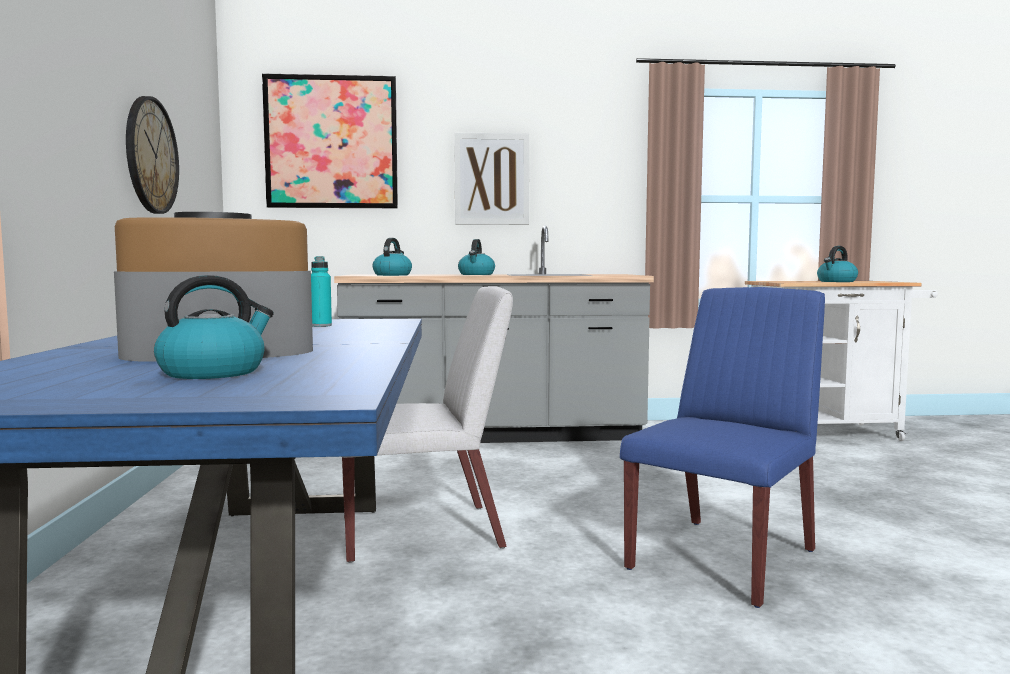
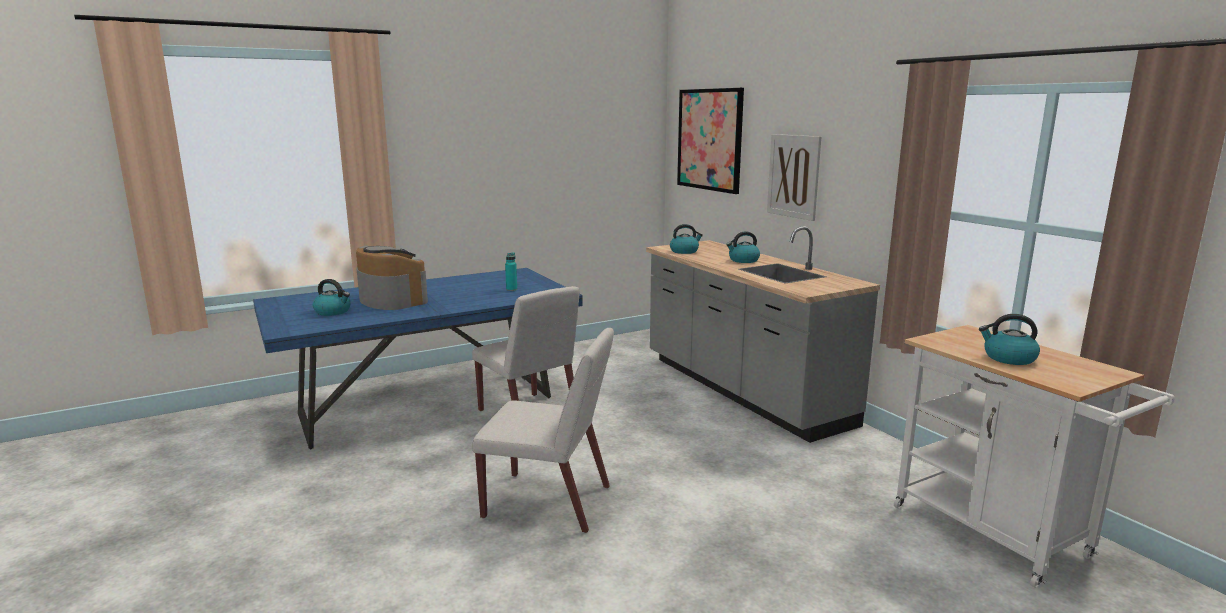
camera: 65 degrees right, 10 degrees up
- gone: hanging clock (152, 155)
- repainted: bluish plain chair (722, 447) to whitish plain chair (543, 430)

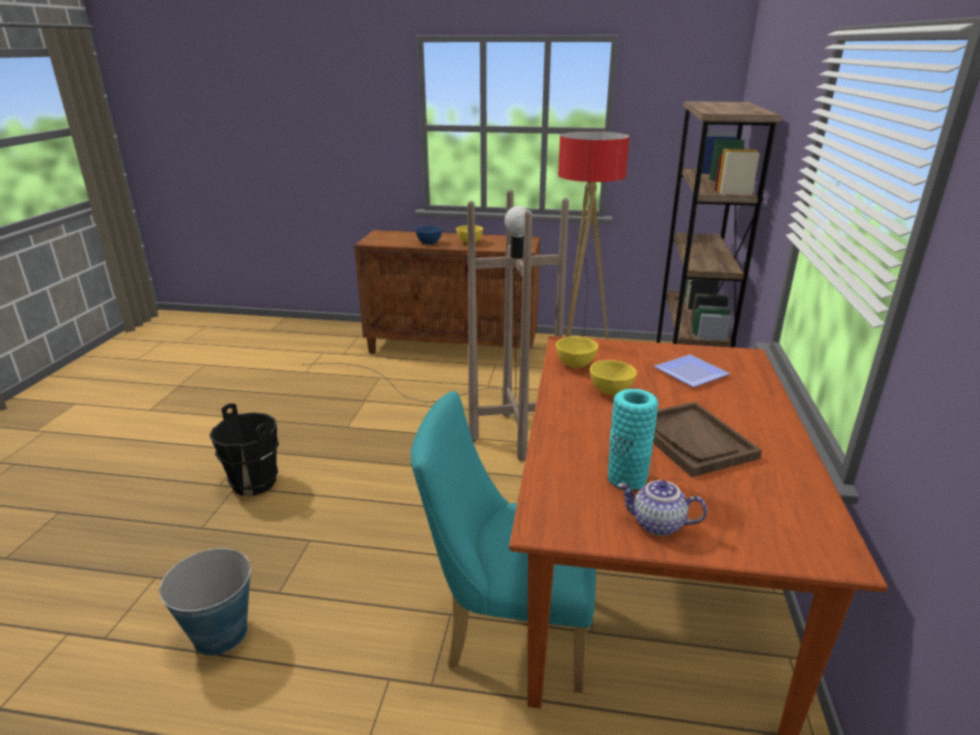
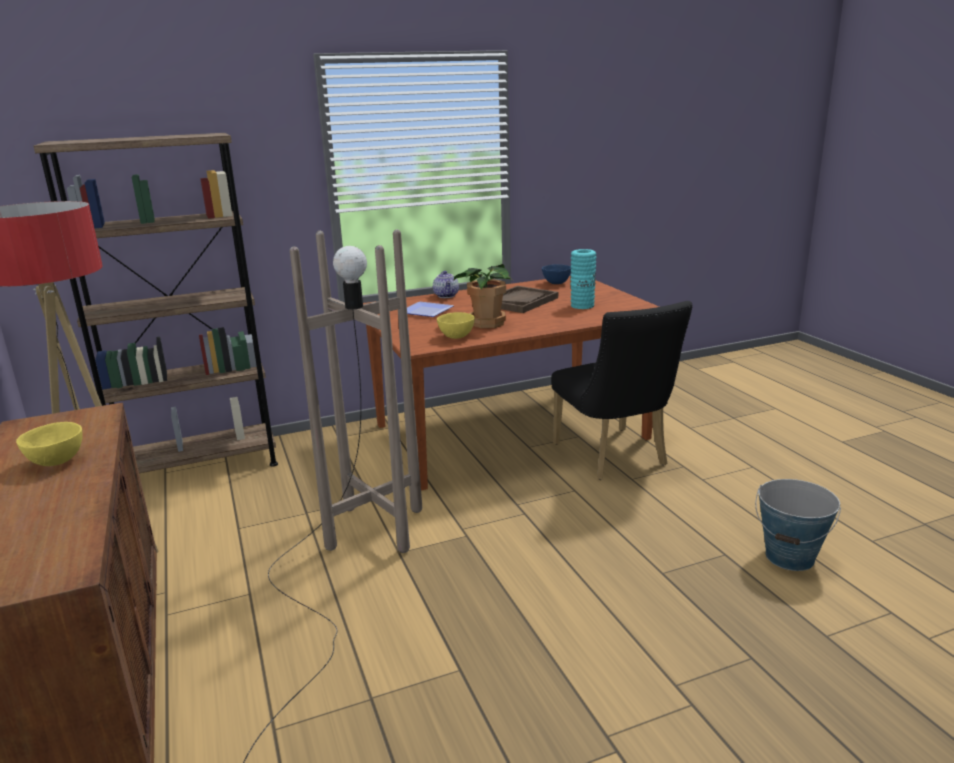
camera: 120 degrees left, 5 degrees down
- gone: black-coloured water bucket (244, 449)
- shifted: bluish deep dish (428, 234) to (556, 274)
- shifted: pot for tea (662, 508) to (446, 284)
- swapped: yellow-coloured deep dish (613, 377) to plant in a pot (483, 296)
- repainted: turquoise-coloured plain chair (503, 542) to black-coloured plain chair (622, 390)

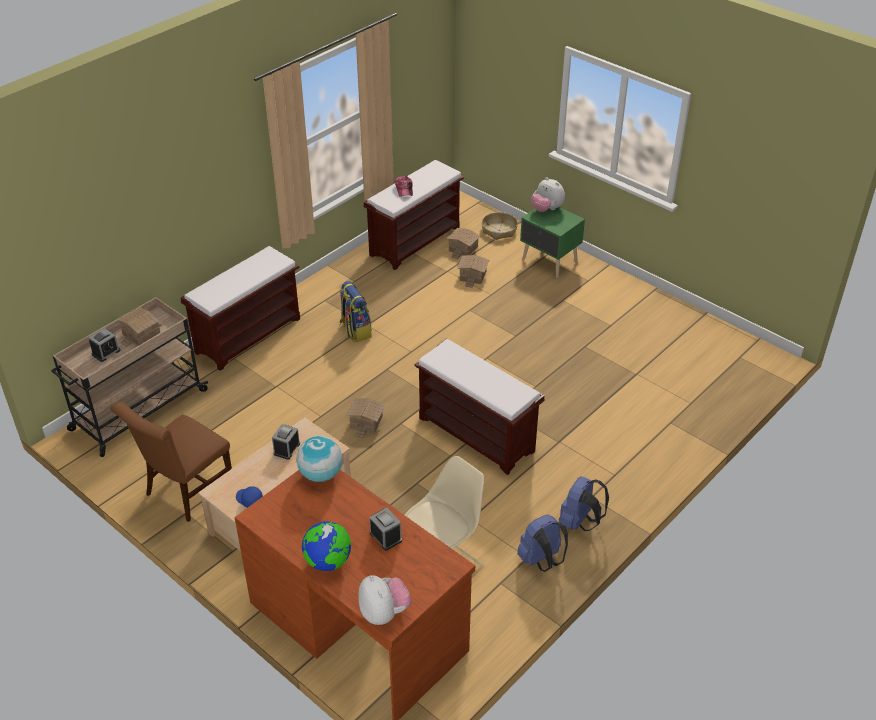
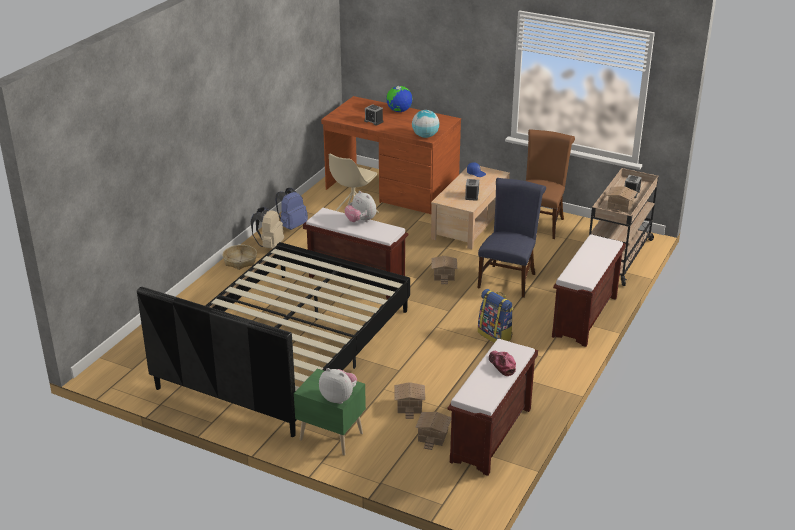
camera: 165 degrees right, 10 degrees down
- new: black-coloured bed (273, 339)
- new: bluish plain chair (512, 238)
- shifted: soft toy (385, 600) to (360, 206)
- shifted: household basket (500, 226) to (239, 257)
- repainted: bluish knapsack (584, 503) to sand-coloured knapsack (267, 228)

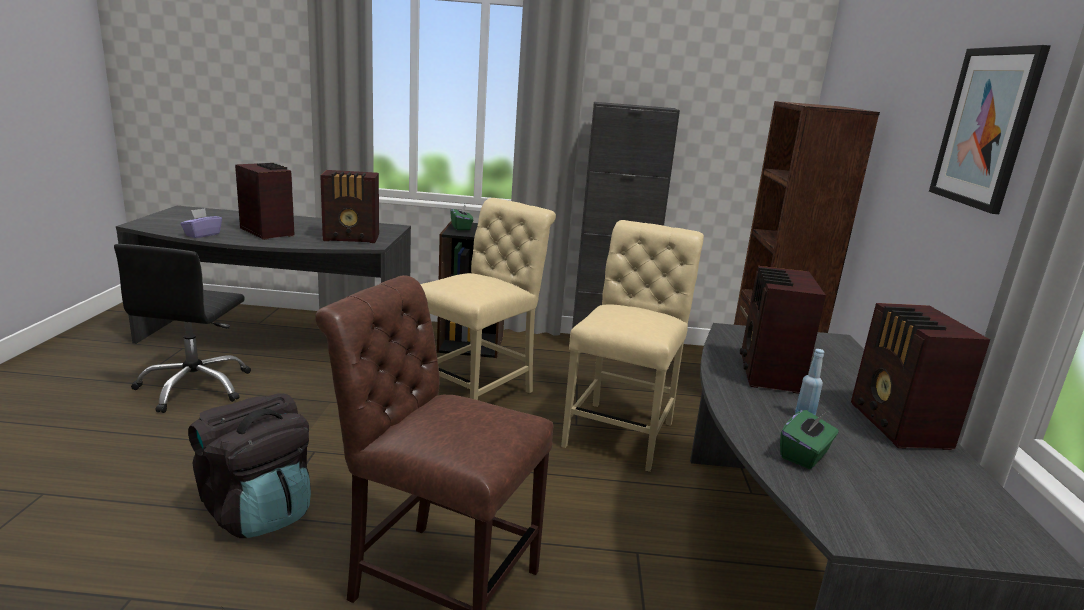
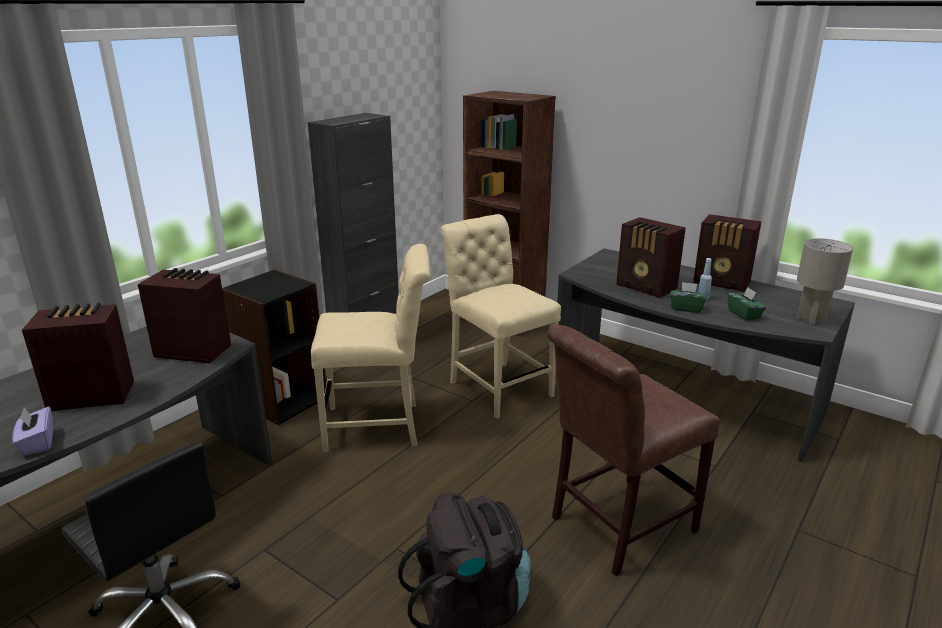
camera: 55 degrees left, 5 degrees up
- gone: wall picture (990, 129)
- new: gray table lamp (825, 281)
- shifted: greenish tissue box (461, 217) to (688, 297)
- rotated: radio set (349, 206) = (184, 315) 105 degrees counterclockwise
- rotated: sand-coloured plain chair (488, 299) = (370, 348) 105 degrees clockwise

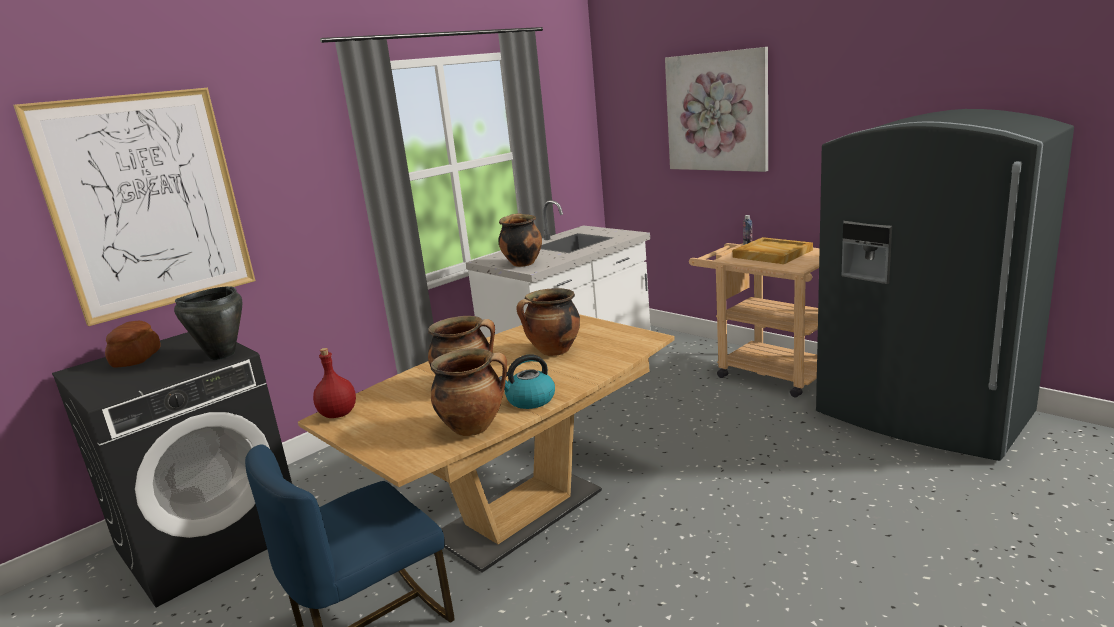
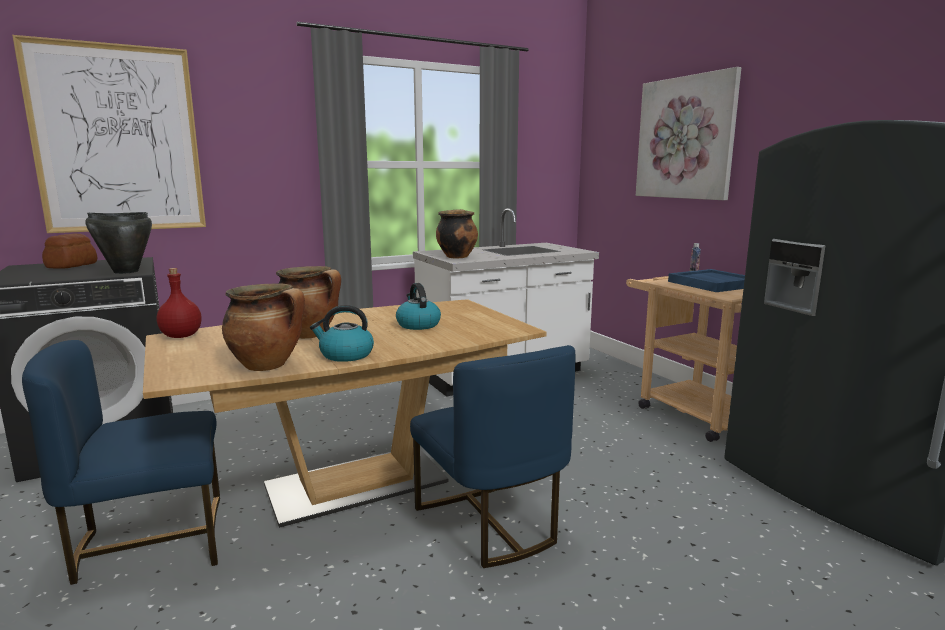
camera: 15 degrees right, 5 degrees down
- new: bluish plain chair (492, 456)
- swapped: saucepot (548, 322) to water kettle (418, 306)
- repainted: sand-coloured serving tray (772, 250) to bluish serving tray (706, 280)

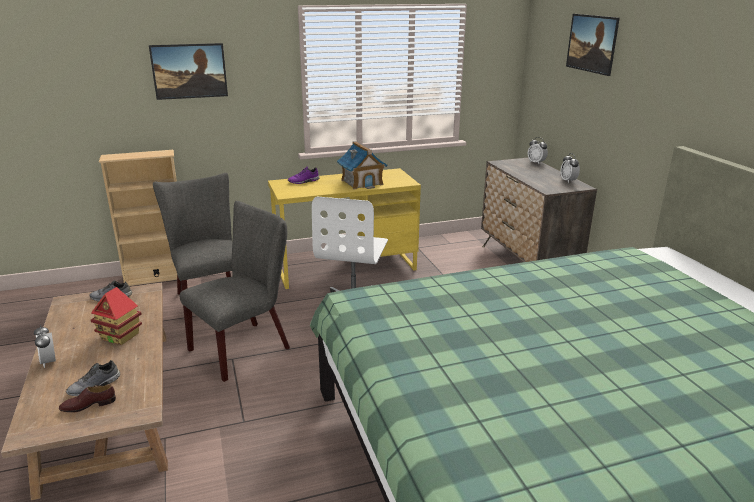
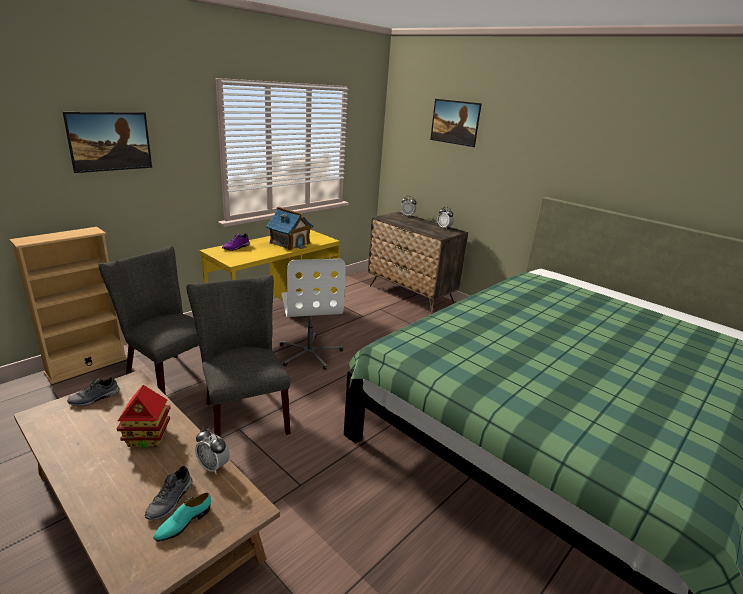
camera: 30 degrees left, 0 degrees up
- shifted: table clock (45, 346) to (212, 451)
- repainted: brown item of footwear (87, 399) to turquoise-coloured item of footwear (182, 517)
- rotated: gray plain chair (234, 291) = (238, 356) 45 degrees counterclockwise

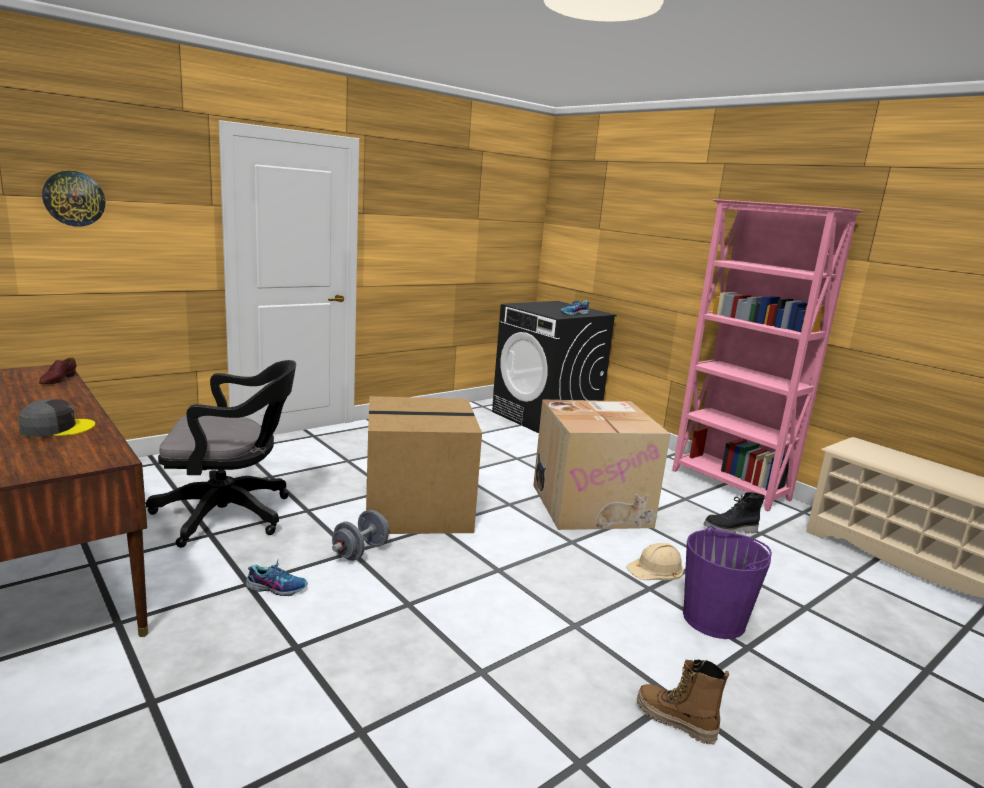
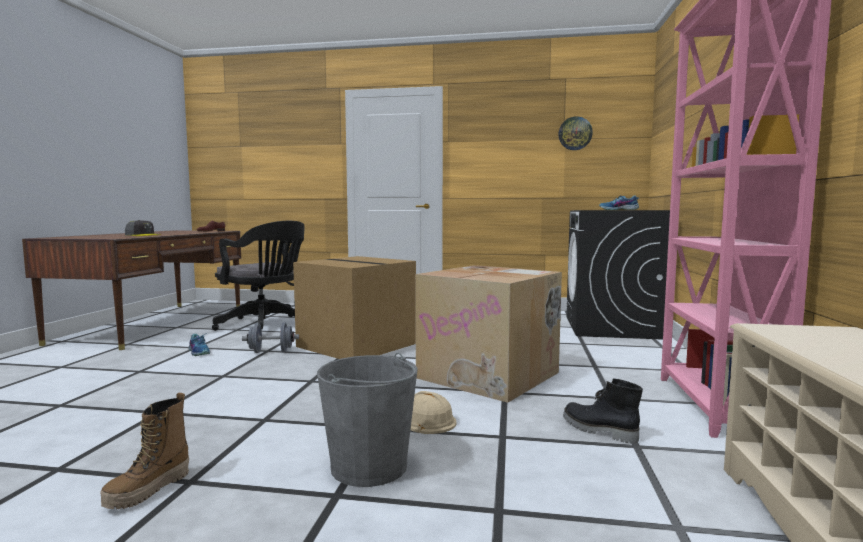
camera: 50 degrees right, 10 degrees down
- shifted: hanging clock (73, 199) to (575, 133)
- repainted: purplish water bucket (727, 582) to gray water bucket (367, 419)
- rotated: high-top boot (683, 701) = (144, 450) 150 degrees counterclockwise

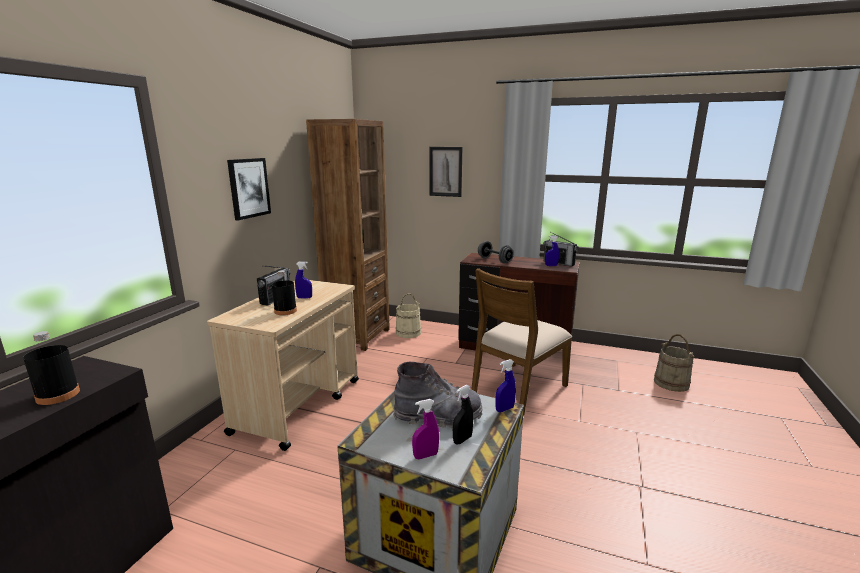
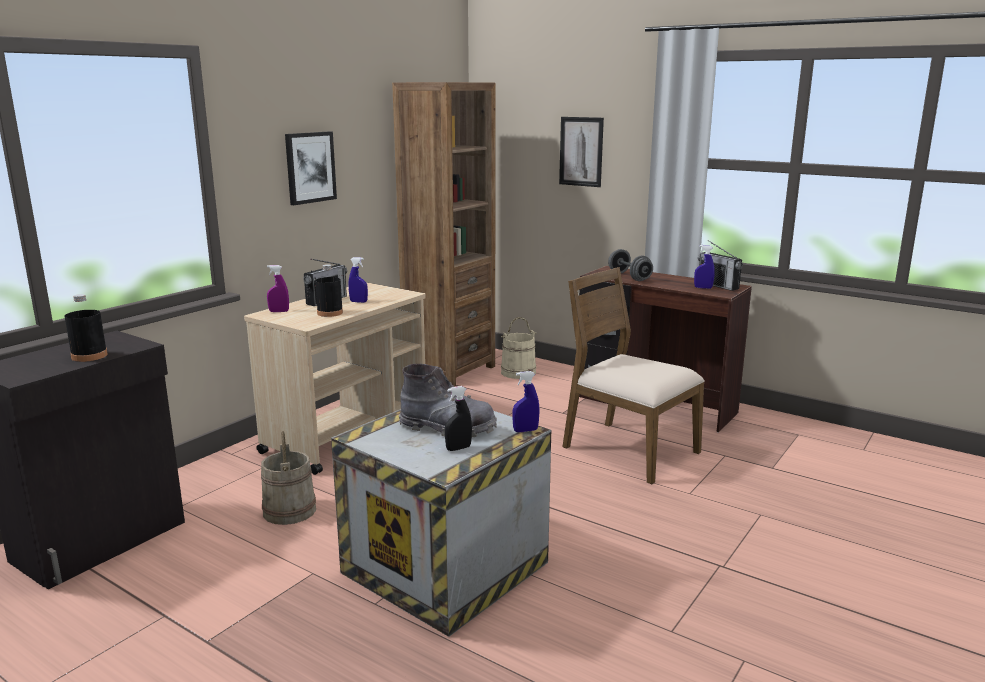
camera: 15 degrees right, 0 degrees up
- shifted: purplish hand sprayer (425, 429) to (278, 288)
- shifted: sand-coloured water bucket (674, 363) to (288, 478)
- rotated: brown plain chair (521, 342) = (633, 375) 75 degrees clockwise

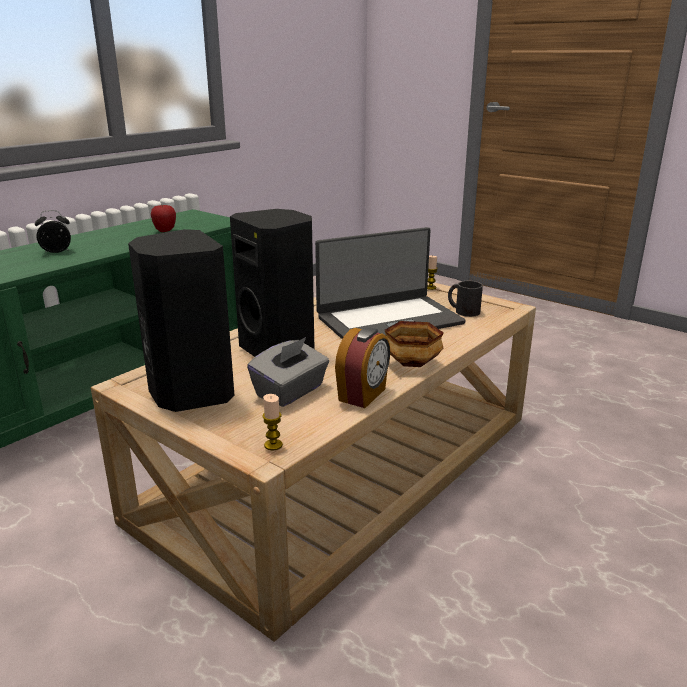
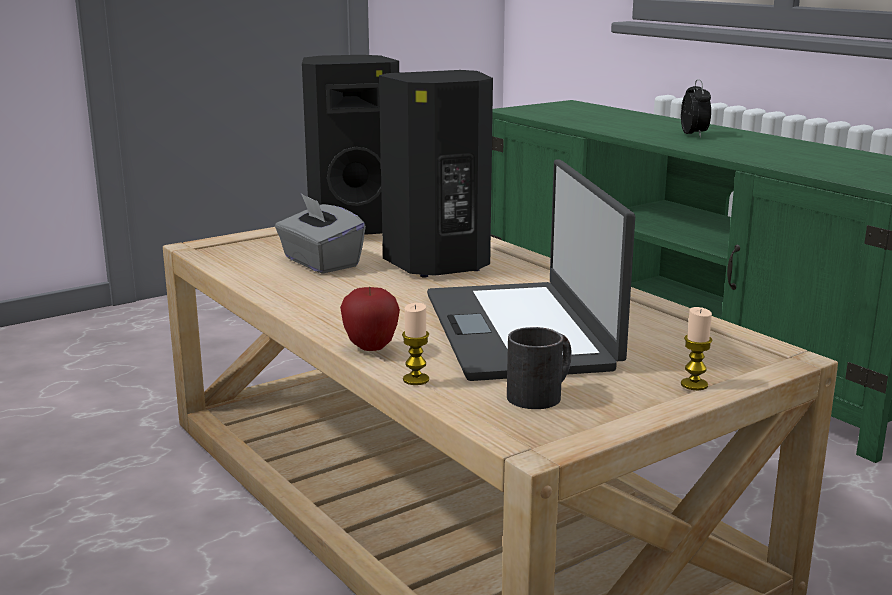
camera: 105 degrees right, 5 degrees down
- gone: table clock (362, 367)
- gone: deep dish (414, 344)
- shifted: whole apple (163, 218) to (370, 319)
- shifted: wax candle (272, 422) to (415, 344)

